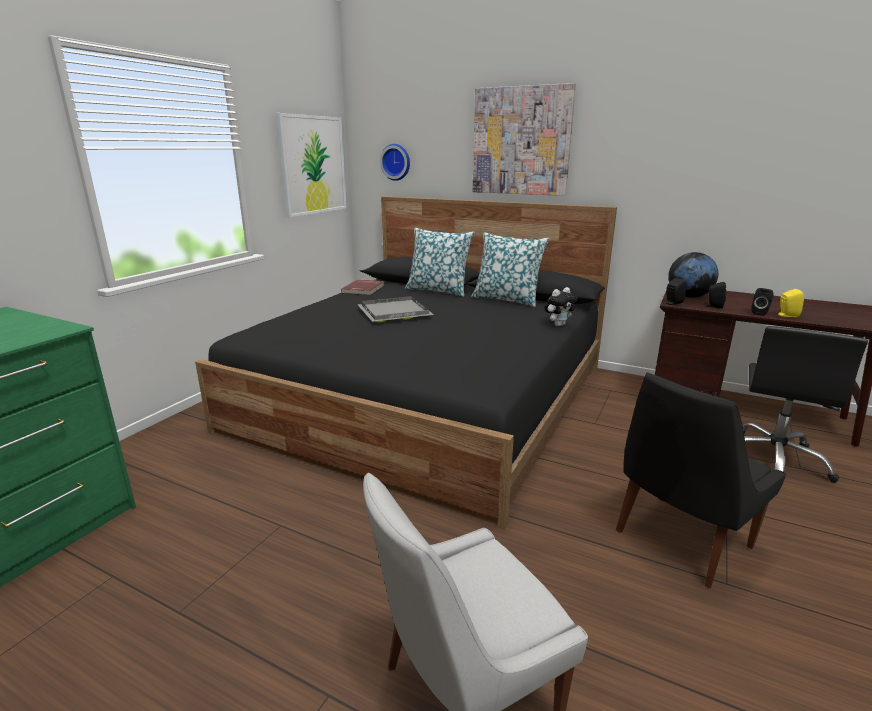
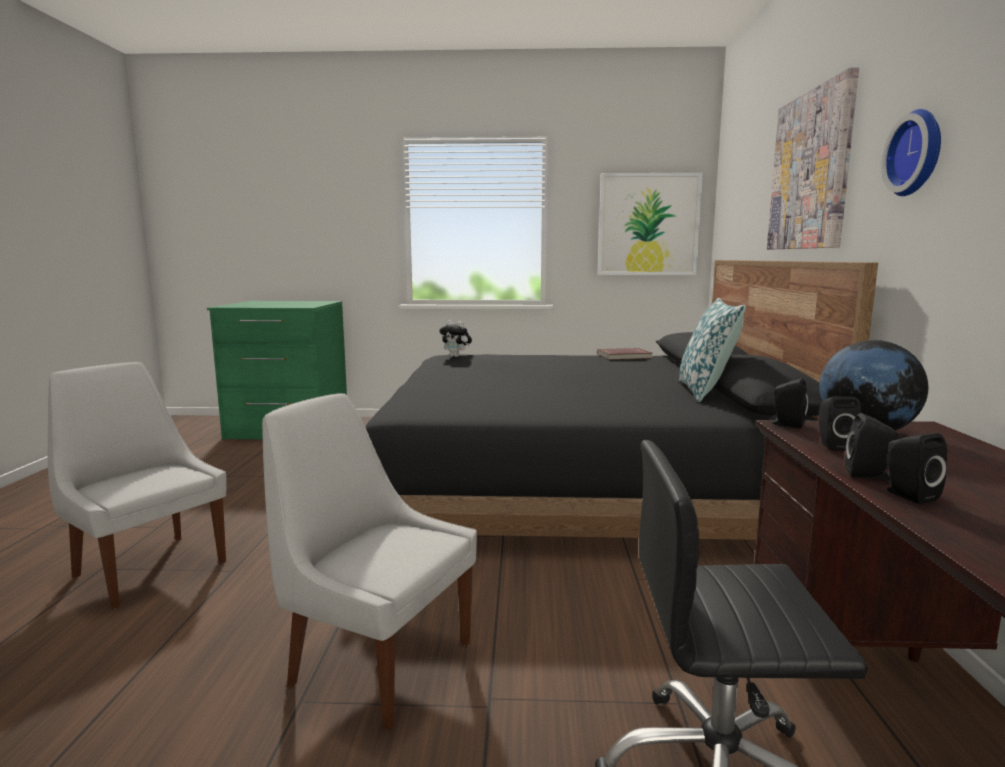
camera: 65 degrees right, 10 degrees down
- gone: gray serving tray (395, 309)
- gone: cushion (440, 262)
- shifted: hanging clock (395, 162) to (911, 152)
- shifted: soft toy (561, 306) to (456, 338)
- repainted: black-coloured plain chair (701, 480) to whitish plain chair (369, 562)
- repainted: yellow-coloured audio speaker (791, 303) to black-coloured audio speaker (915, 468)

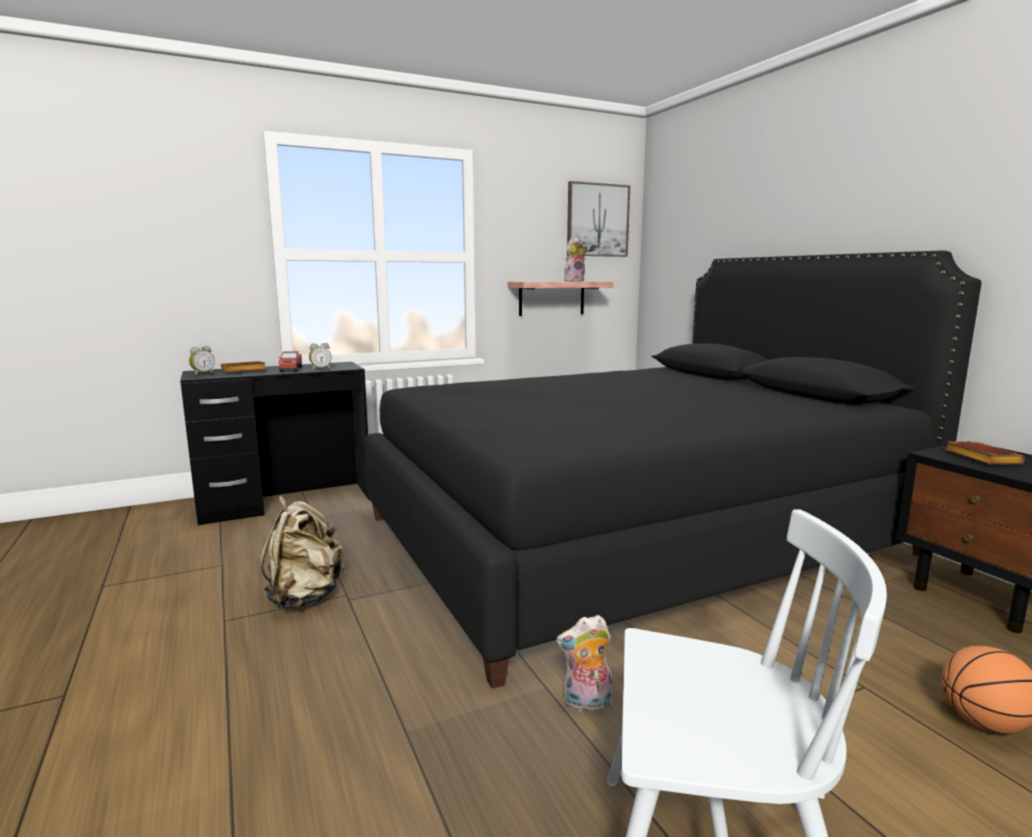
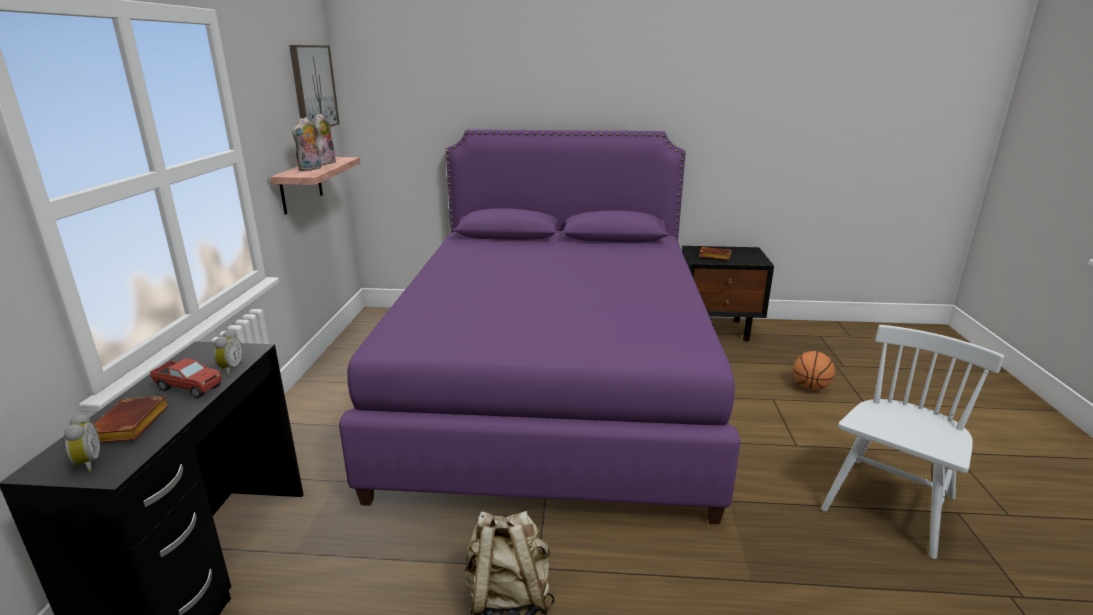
camera: 60 degrees left, 10 degrees up
- shifted: soft toy (584, 663) to (307, 144)
- repainted: black-coloured bed (673, 470) to purplish bed (540, 326)

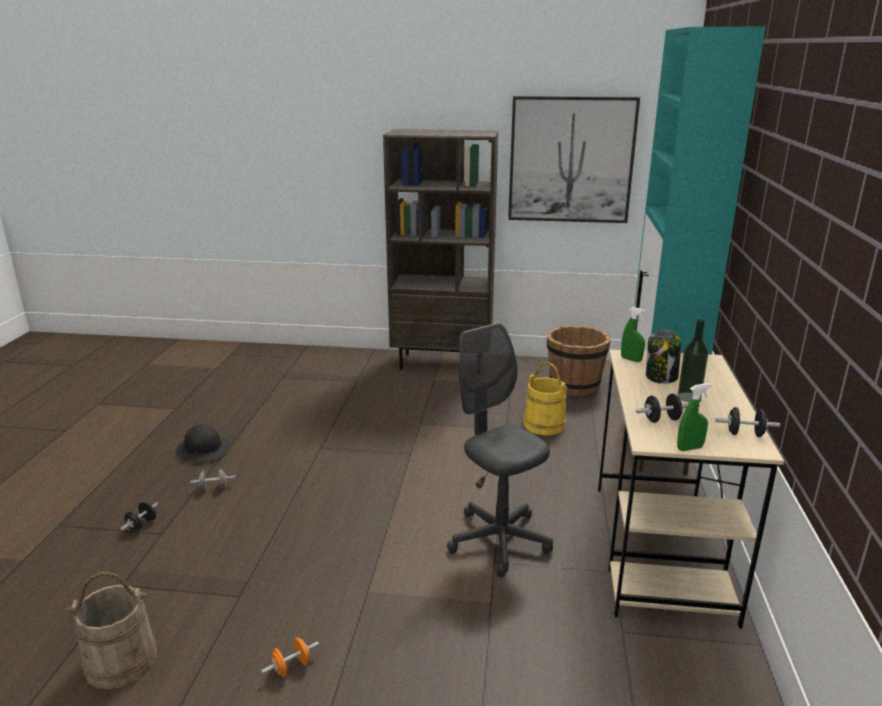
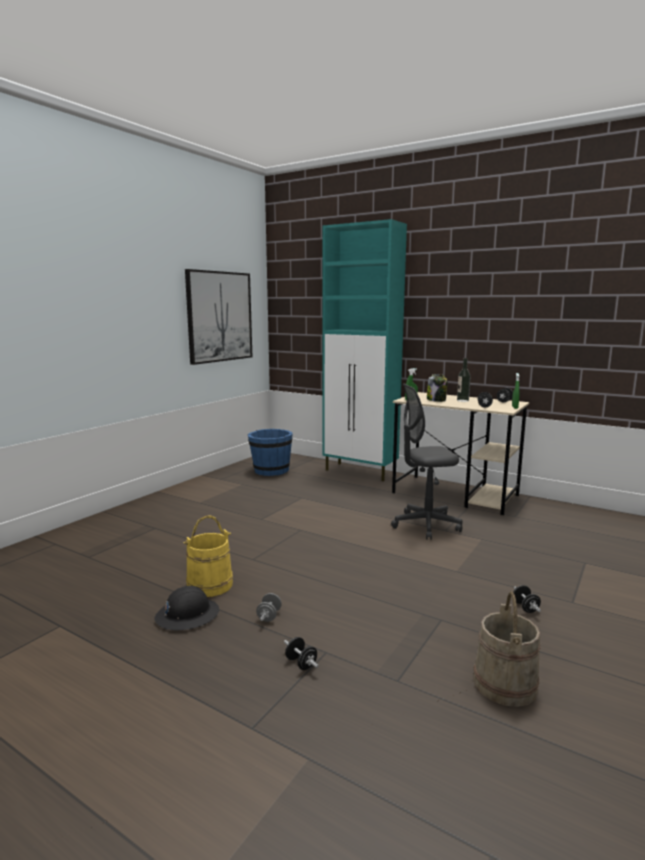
camera: 65 degrees left, 10 degrees down
- gone: brown bookshelf (440, 249)
- shifted: yellow-coloured water bucket (545, 398) to (208, 556)
- repainted: orange dumbbell (290, 657) to black-coloured dumbbell (527, 599)
- repainted: brown water bucket (579, 361) to bluish water bucket (270, 452)

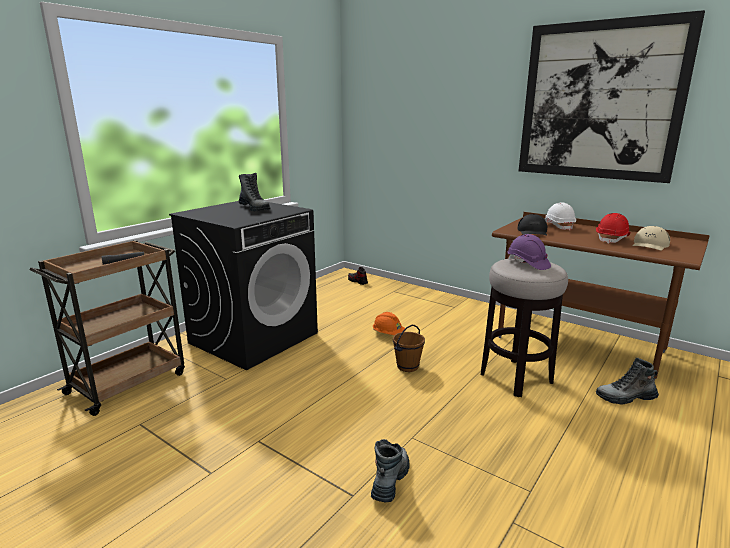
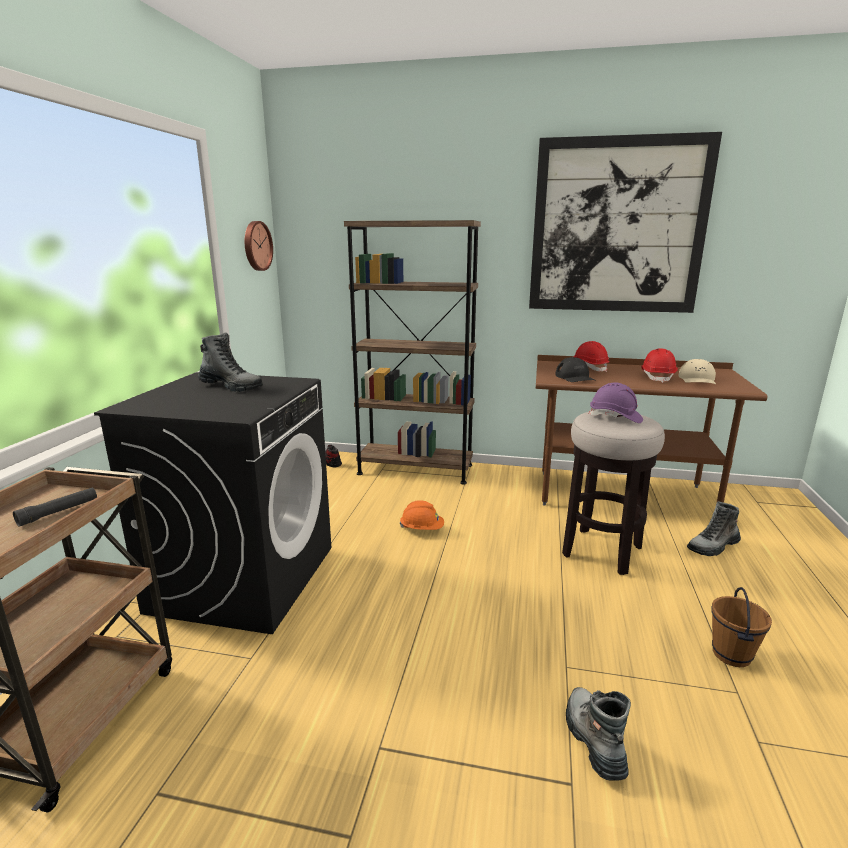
camera: 25 degrees left, 0 degrees up
- new: hanging clock (259, 246)
- new: brown bookshelf (412, 352)
- shifted: brown water bucket (409, 348) to (741, 627)
- repainted: whitish safety helmet (560, 217) to red safety helmet (591, 356)

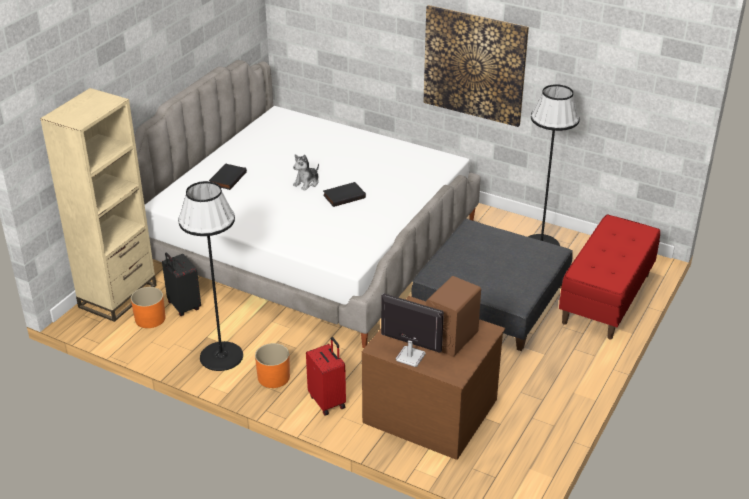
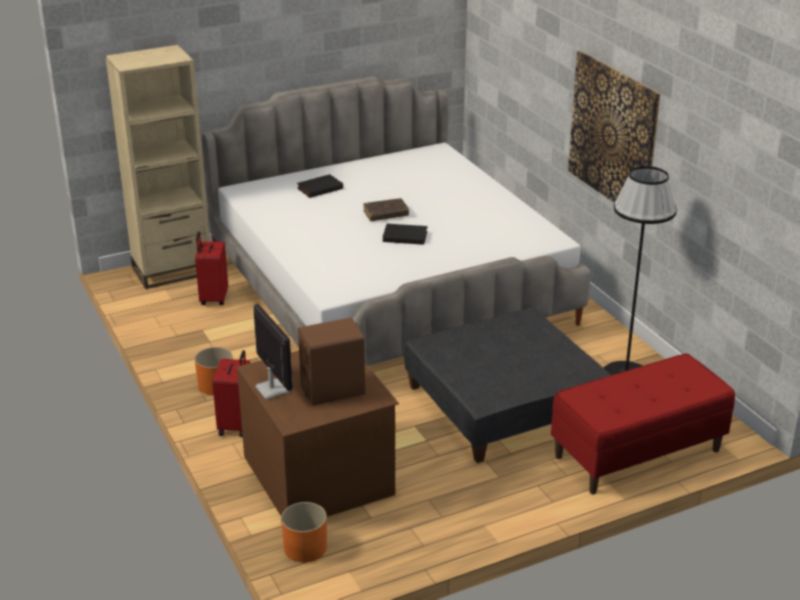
camera: 35 degrees right, 5 degrees down
- gone: black-coloured standard lamp (210, 276)
- shifted: orange plant pot (148, 307) to (304, 532)
- swapped: soft toy (306, 172) to brown bound book (386, 209)
- repainted: black-coloured travel case (181, 284) to red travel case (211, 268)

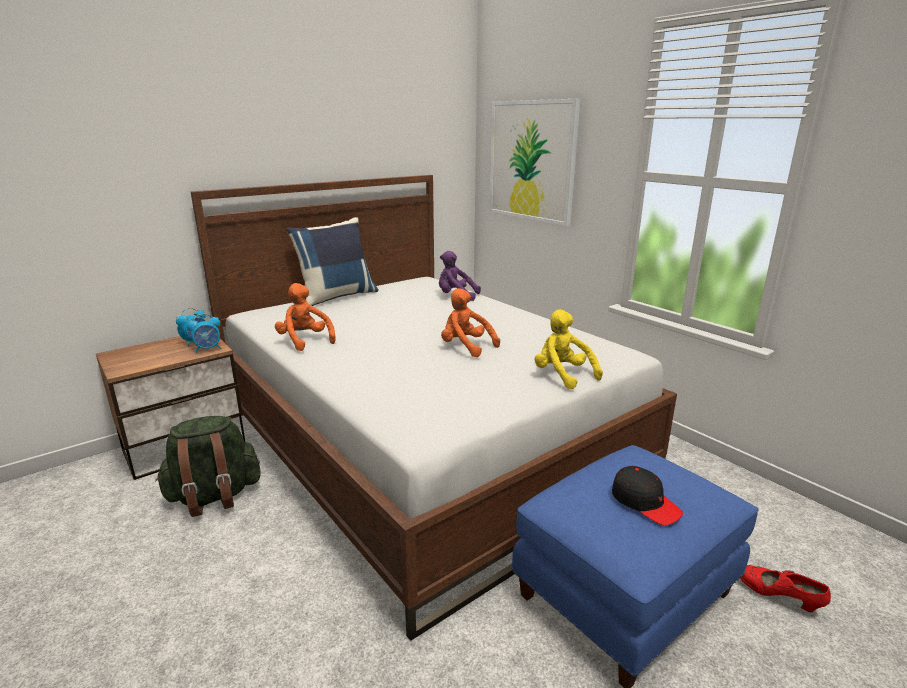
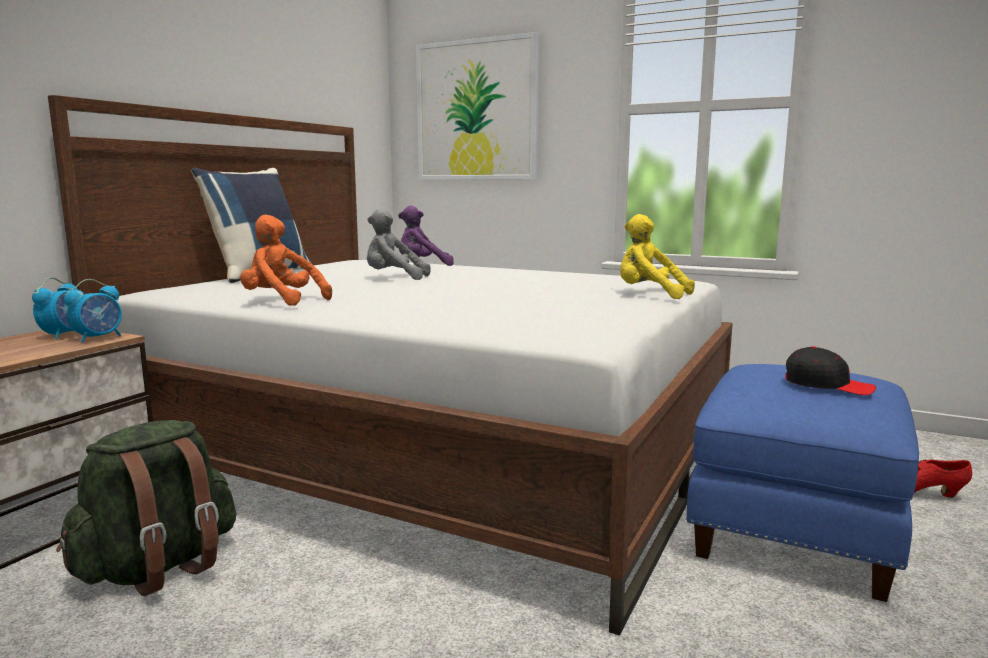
camera: 25 degrees left, 10 degrees down
- gone: orange soft toy (470, 322)
- new: gray soft toy (399, 244)

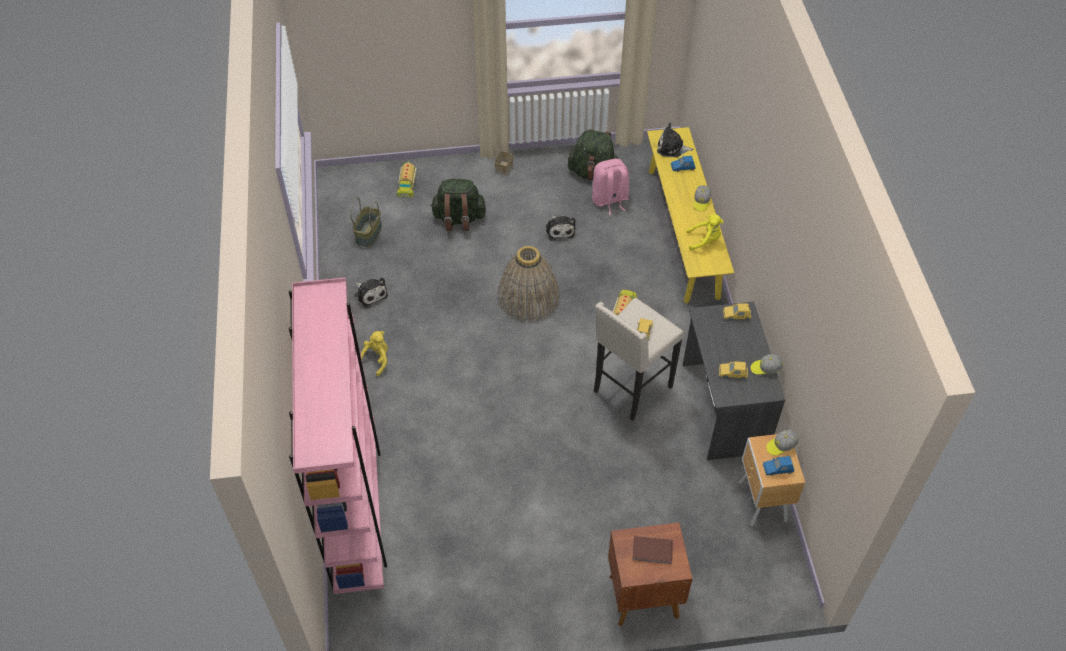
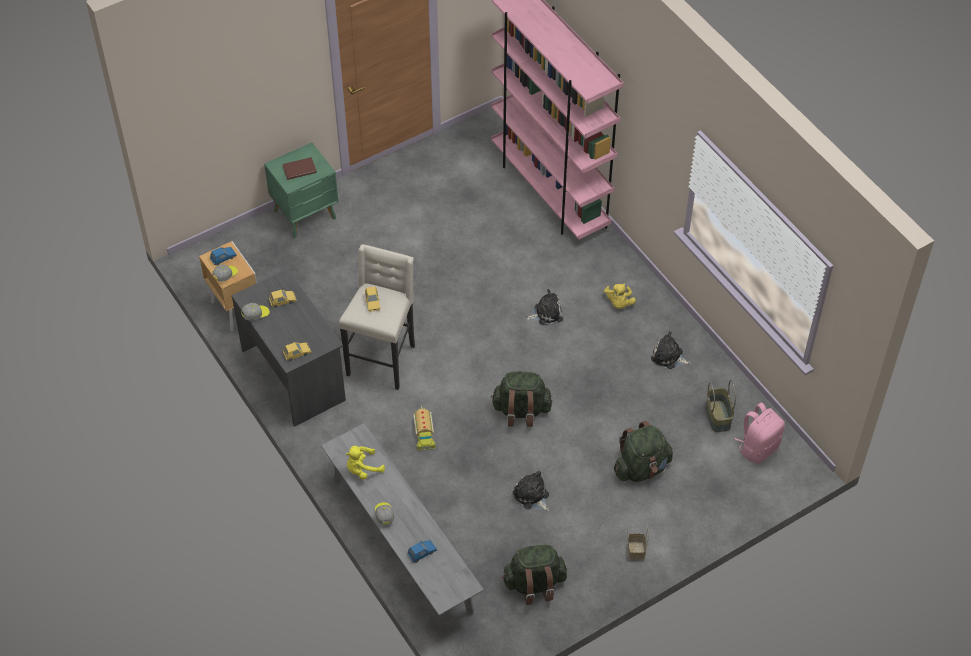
camera: 155 degrees right, 0 degrees up
- gone: toy truck (406, 179)
- shifted: pinkish knapsack (610, 187) to (760, 432)
- shifted: soft toy (675, 139) to (544, 307)
- swapped: household basket (529, 284) to greenish knapsack (521, 399)
- repainted: brown night table (650, 574) to greenish night table (301, 190)
- repainted: yellow-coloured long seat (690, 215) to gray long seat (402, 528)

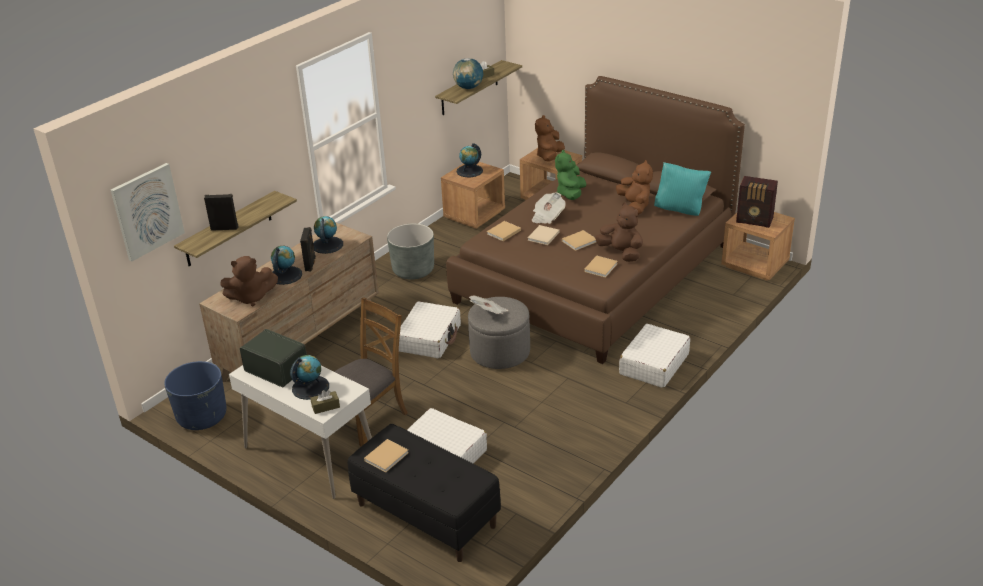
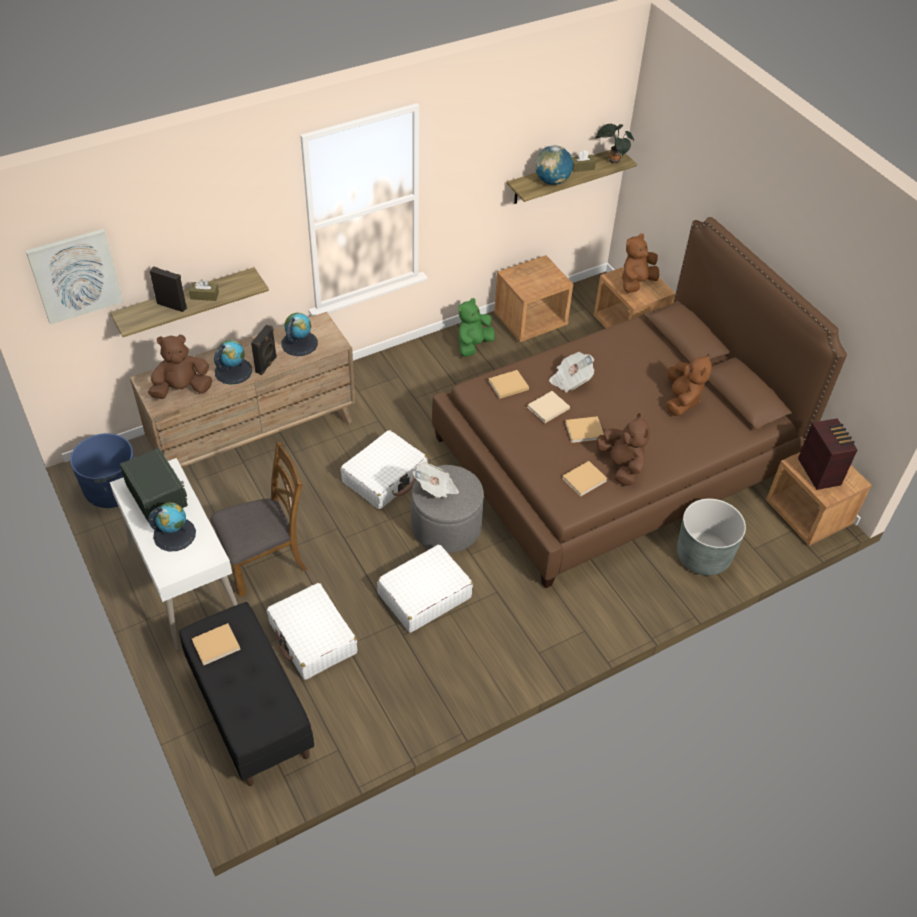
camera: 20 degrees right, 15 degrees up
- gone: world globe (469, 160)
- gone: turquoise-coloured cushion (682, 189)
- new: plant in a pot (614, 144)
- shifted: brown tissue box (325, 402) to (204, 290)
- shifted: gray plant pot (410, 251) to (711, 536)
- shifted: greenish soft toy (570, 175) to (476, 327)
- shifted: whitish travel case (654, 356) to (425, 588)
- rotated: brown soft toy (249, 281) = (180, 366) 150 degrees clockwise
- rotated: radio set (757, 202) = (828, 454) 150 degrees counterclockwise

